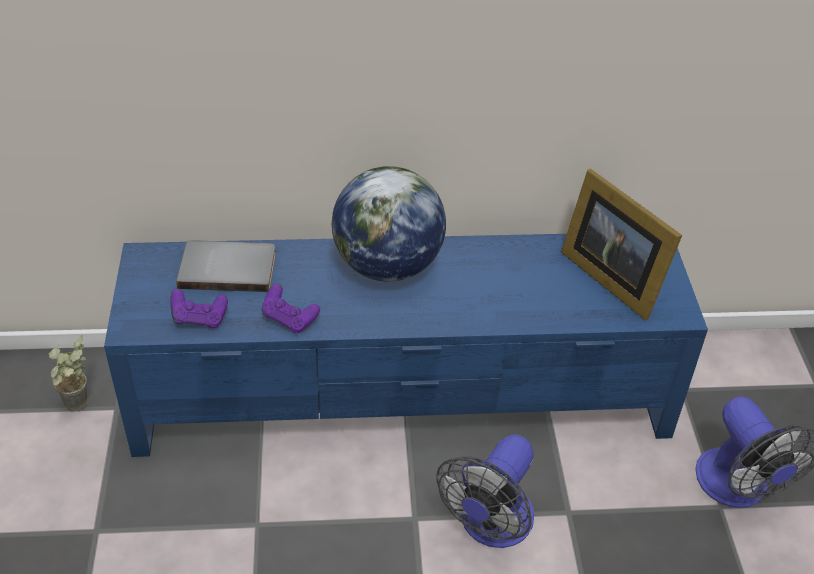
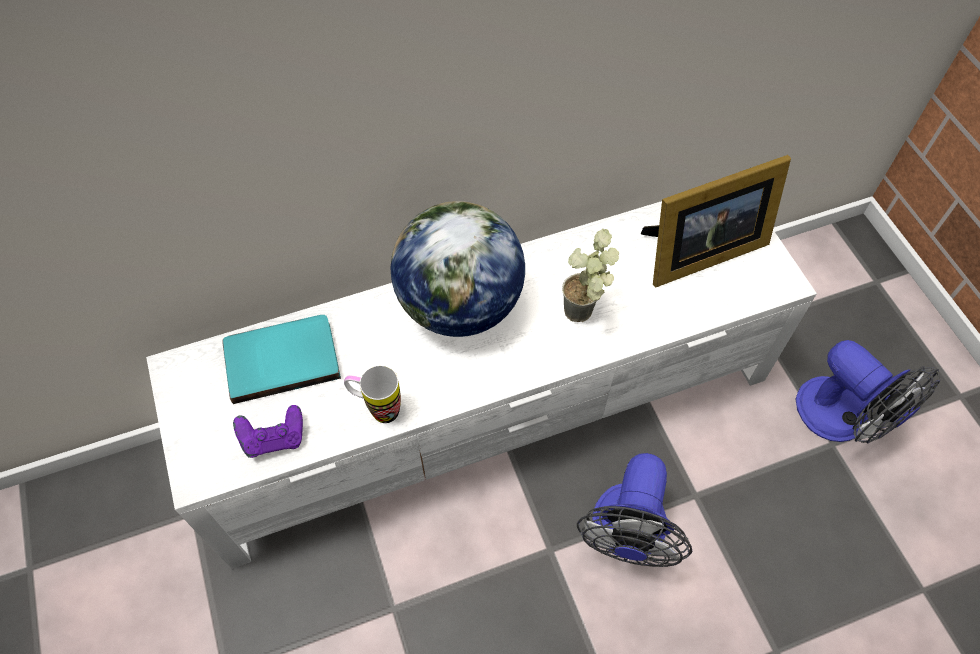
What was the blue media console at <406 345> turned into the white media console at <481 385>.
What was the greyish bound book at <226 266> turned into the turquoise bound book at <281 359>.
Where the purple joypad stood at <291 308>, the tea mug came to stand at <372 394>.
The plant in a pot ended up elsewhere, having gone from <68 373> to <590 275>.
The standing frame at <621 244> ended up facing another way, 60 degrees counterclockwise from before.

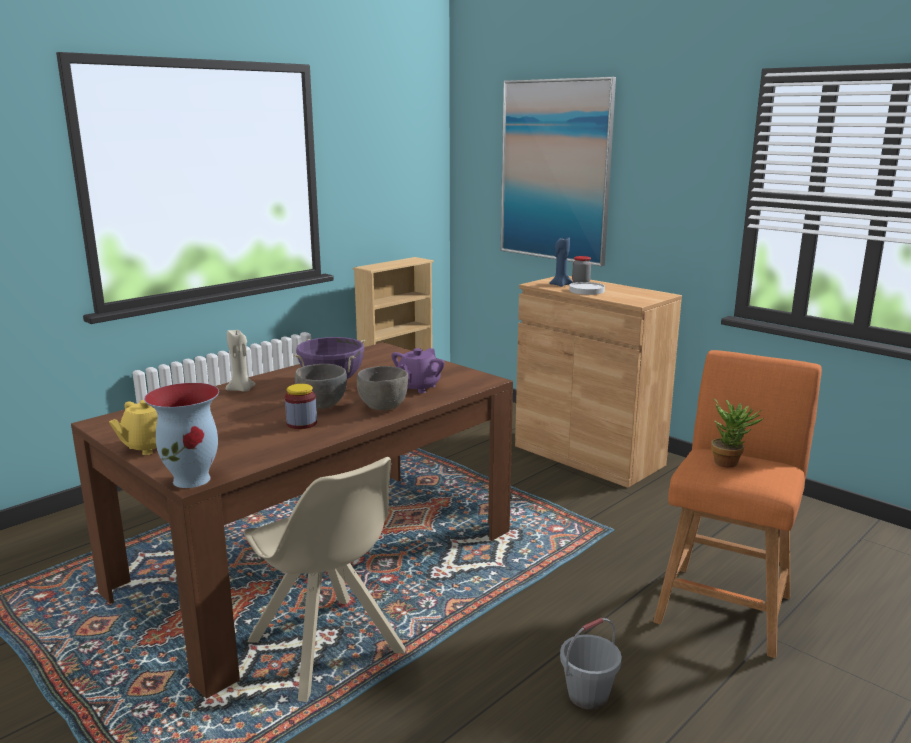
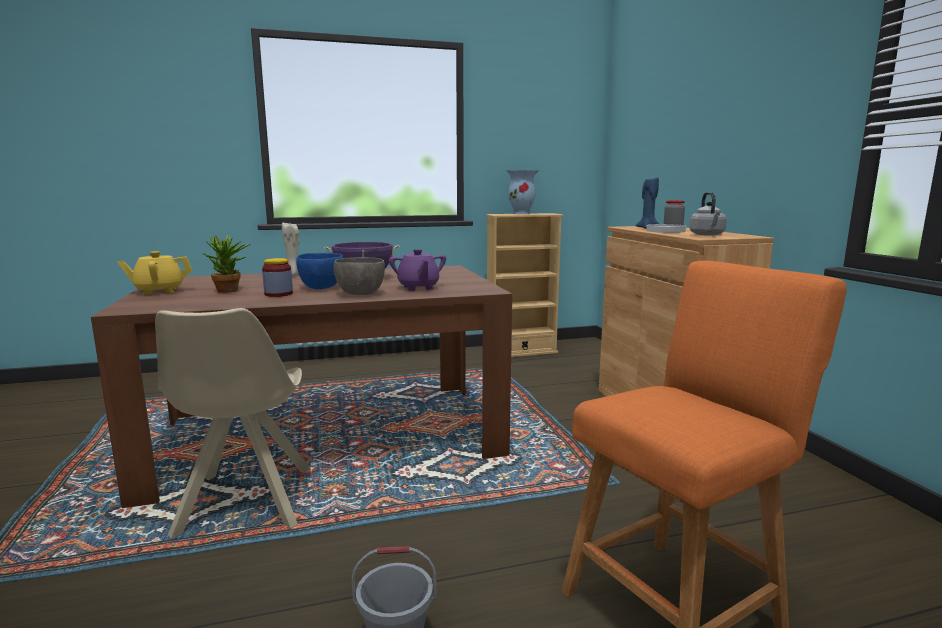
The plant in a pot ended up elsewhere, having gone from <737 433> to <227 264>.
What was the greyish serving bowl at <321 386> turned into the blue serving bowl at <319 271>.
The purple teapot at <418 370> ended up facing another way, 75 degrees counterclockwise from before.
The vase ended up elsewhere, having gone from <181 435> to <522 192>.
The second view gained the greyish tea kettle at <708 214>.
The second view lost the wall art at <558 171>.

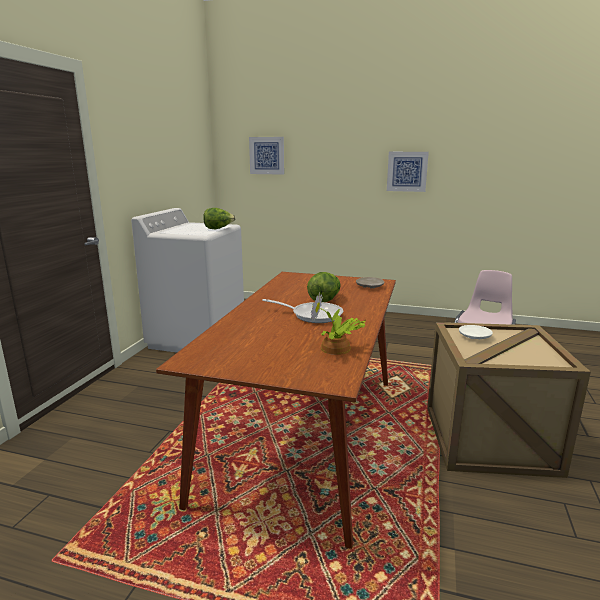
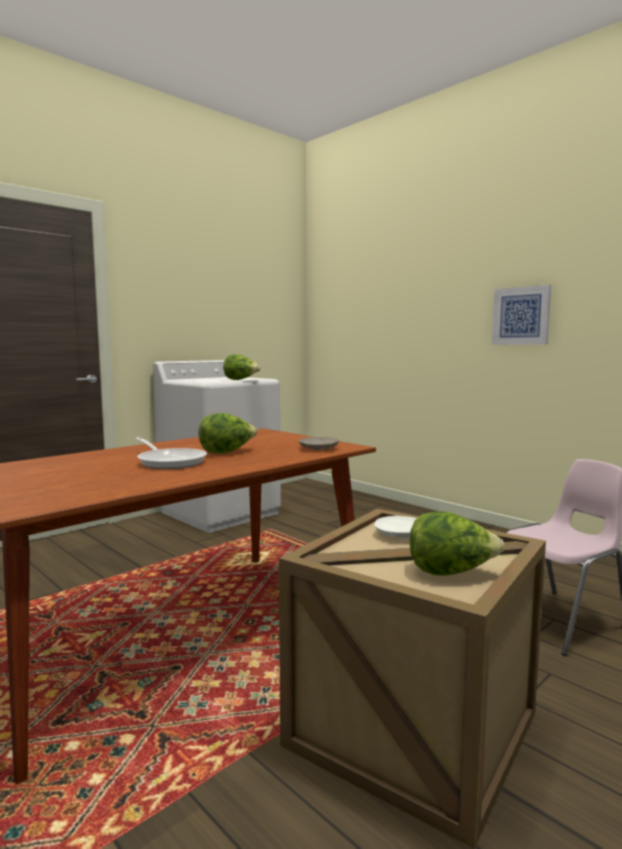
The second view gained the lettuce at <456 543>.
The second view lost the wall art at <266 156>.
The second view lost the plant in a pot at <338 323>.

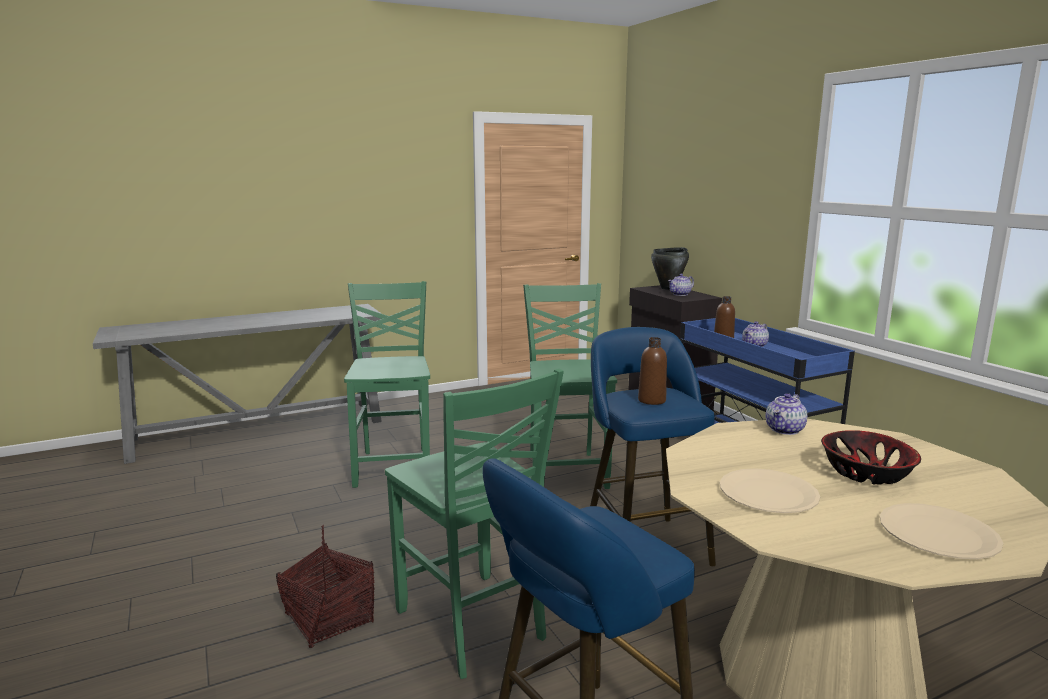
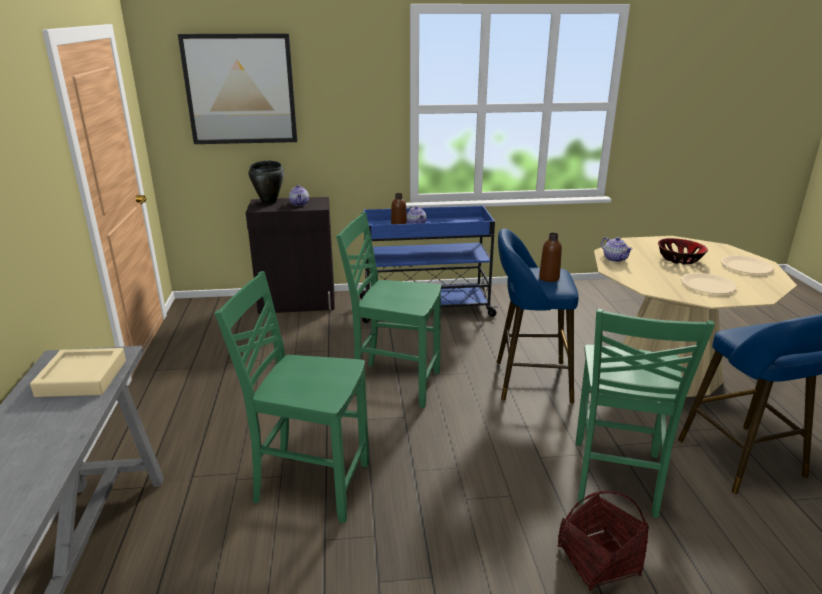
The second view gained the sand-coloured tray at <78 372>.
The second view gained the wall art at <237 88>.
The green chair at <474 523> ended up facing another way, 120 degrees clockwise from before.

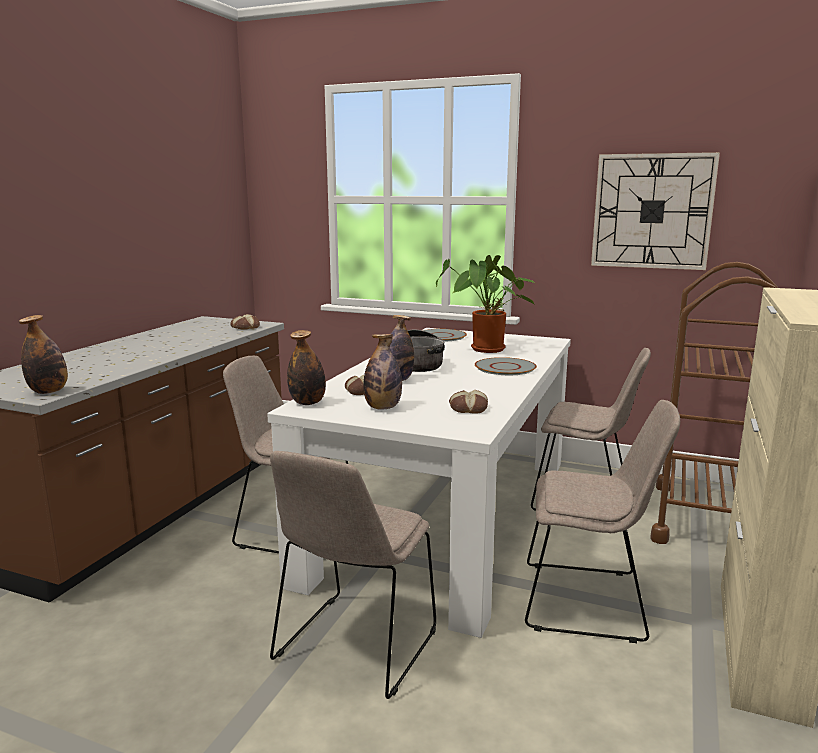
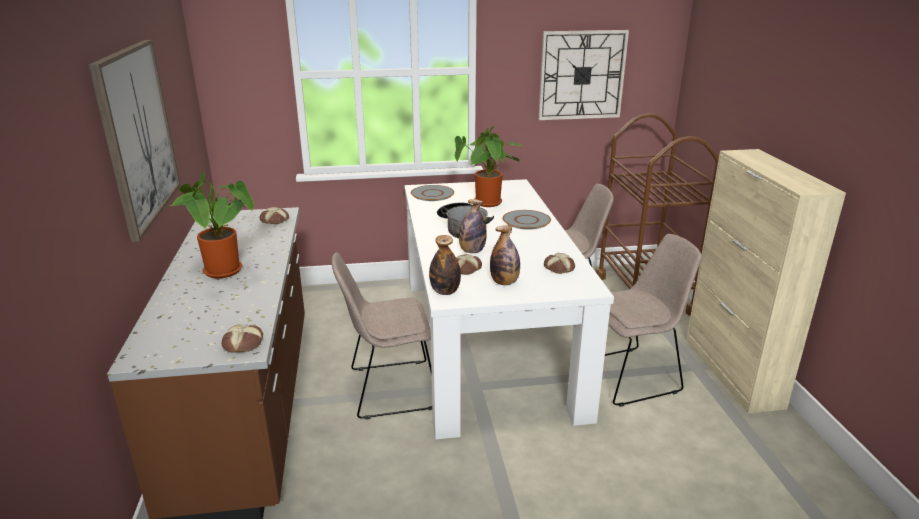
The second view gained the wall art at <135 141>.
The second view gained the plant in a pot at <212 224>.
Where the beverage bottle stood at <43 354>, the bakery bread came to stand at <242 338>.
The second view lost the sand-coloured chair at <353 575>.

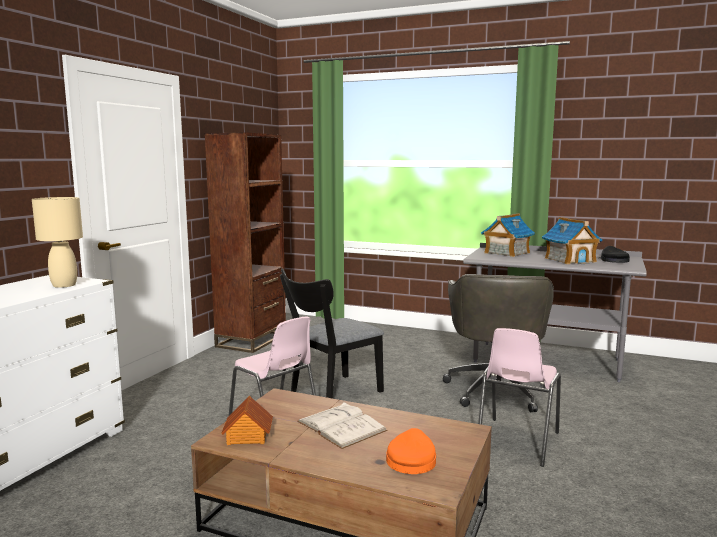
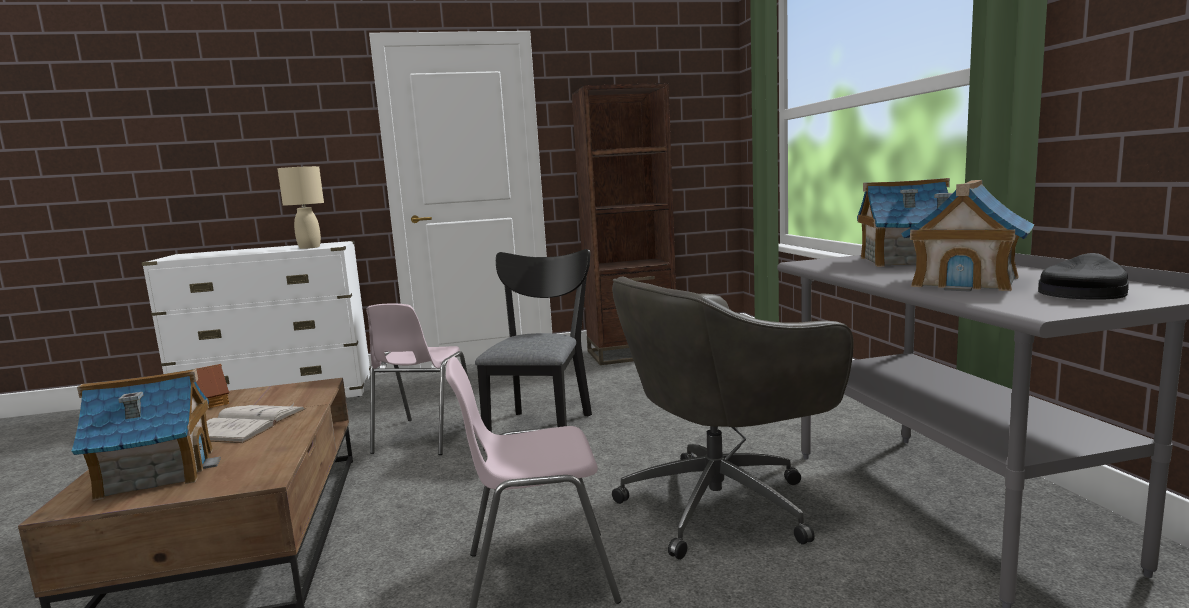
Where the orange-coloured baseball cap stood at <411 451>, the model house came to stand at <146 435>.
The black chair at <332 333> ended up facing another way, 90 degrees clockwise from before.

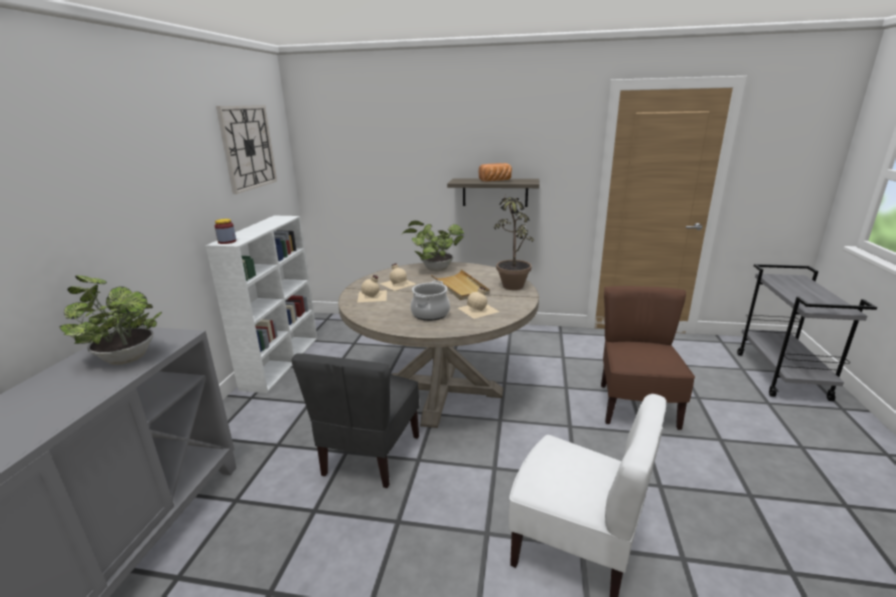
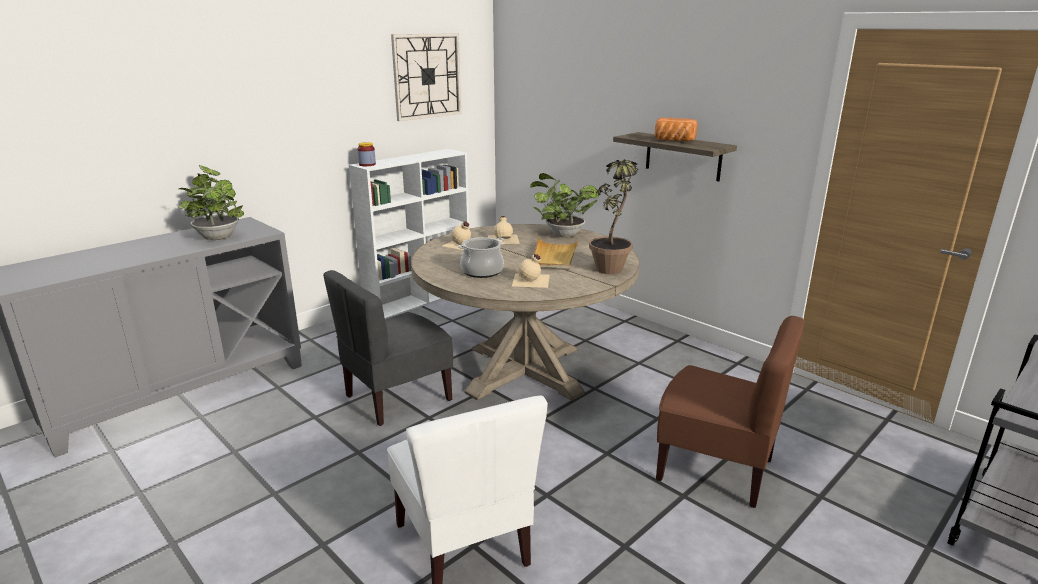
The brown-coloured chair at <648 358> ended up facing another way, 75 degrees clockwise from before.

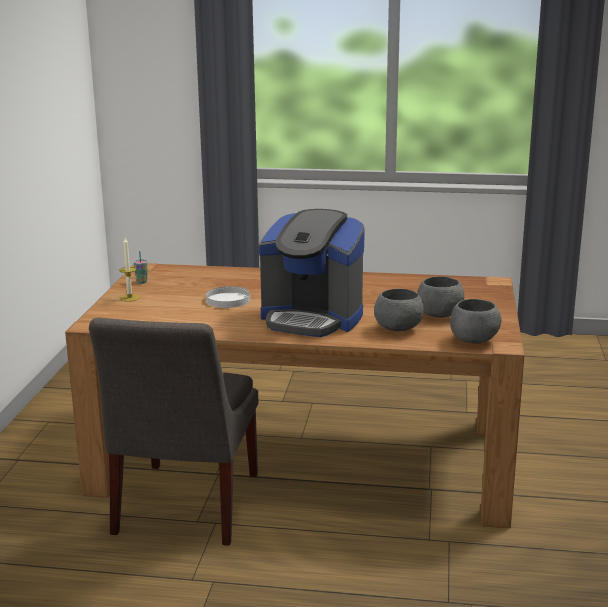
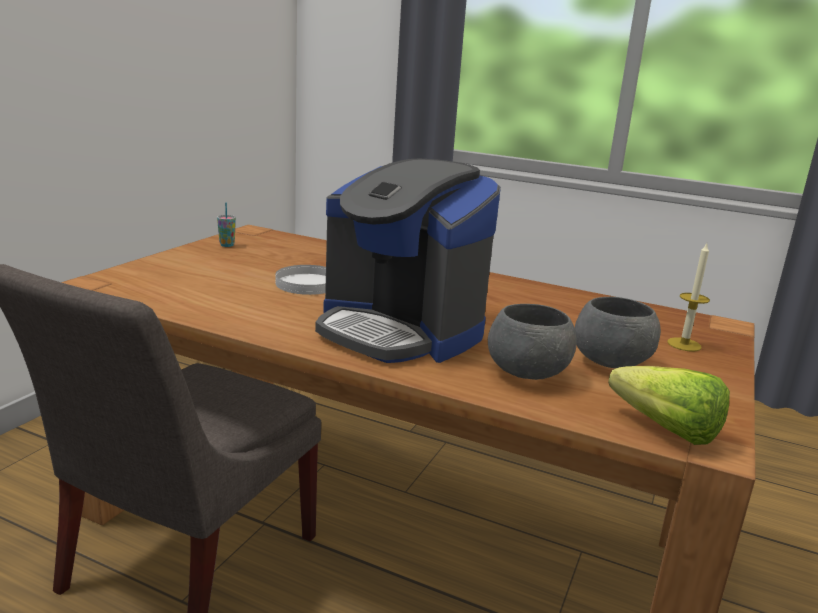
Where the greyish serving bowl stood at <476 321>, the lettuce came to stand at <669 405>.
The candle ended up elsewhere, having gone from <129 270> to <688 298>.

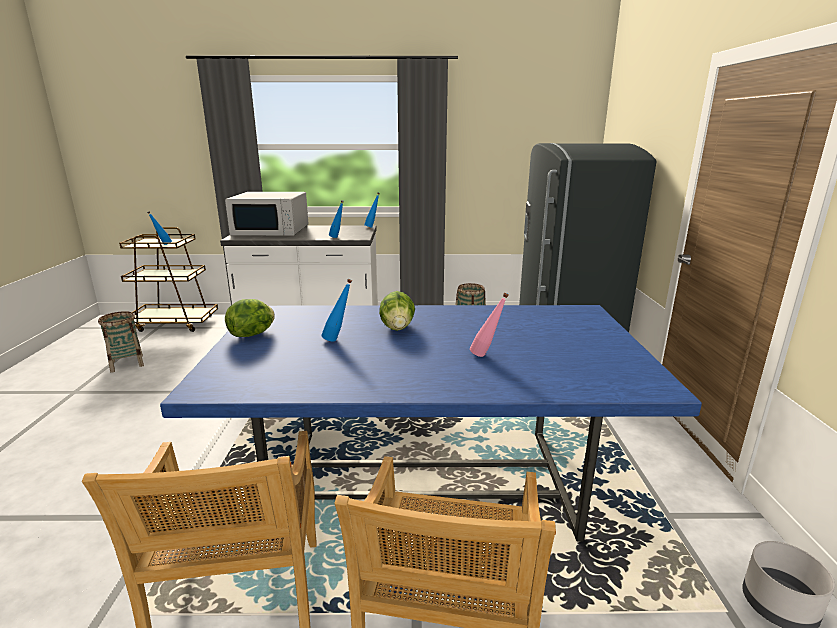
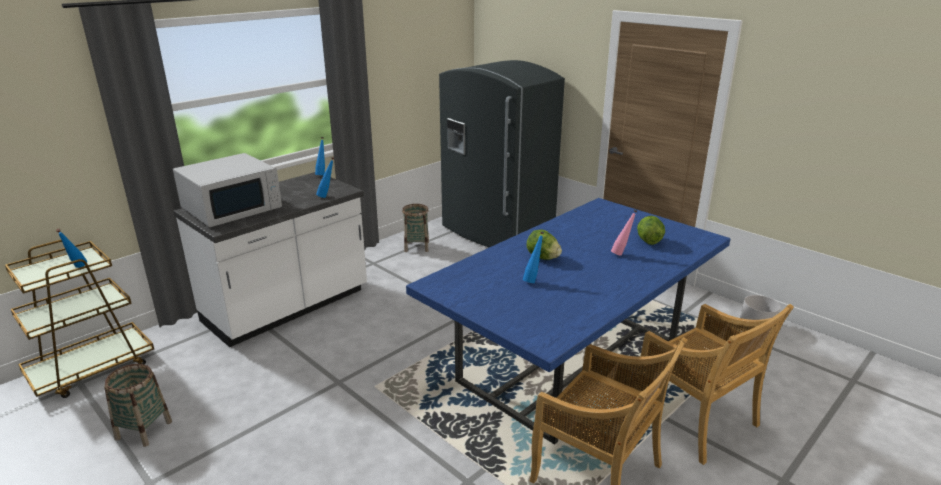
The lettuce ended up elsewhere, having gone from <250 318> to <651 230>.

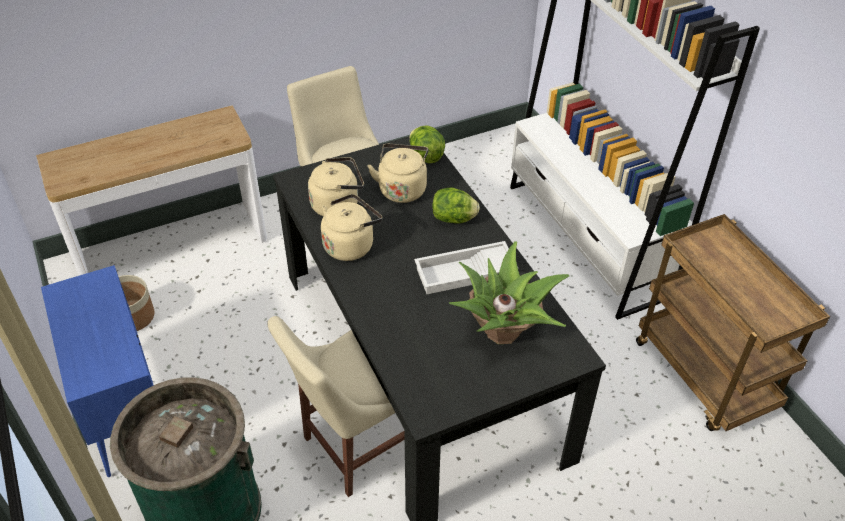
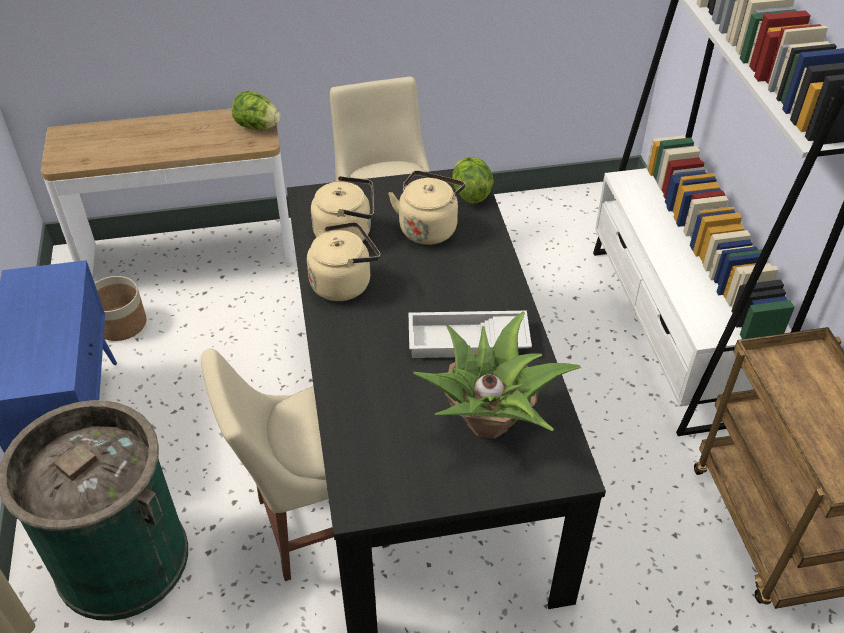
The lettuce ended up elsewhere, having gone from <456 205> to <256 111>.

